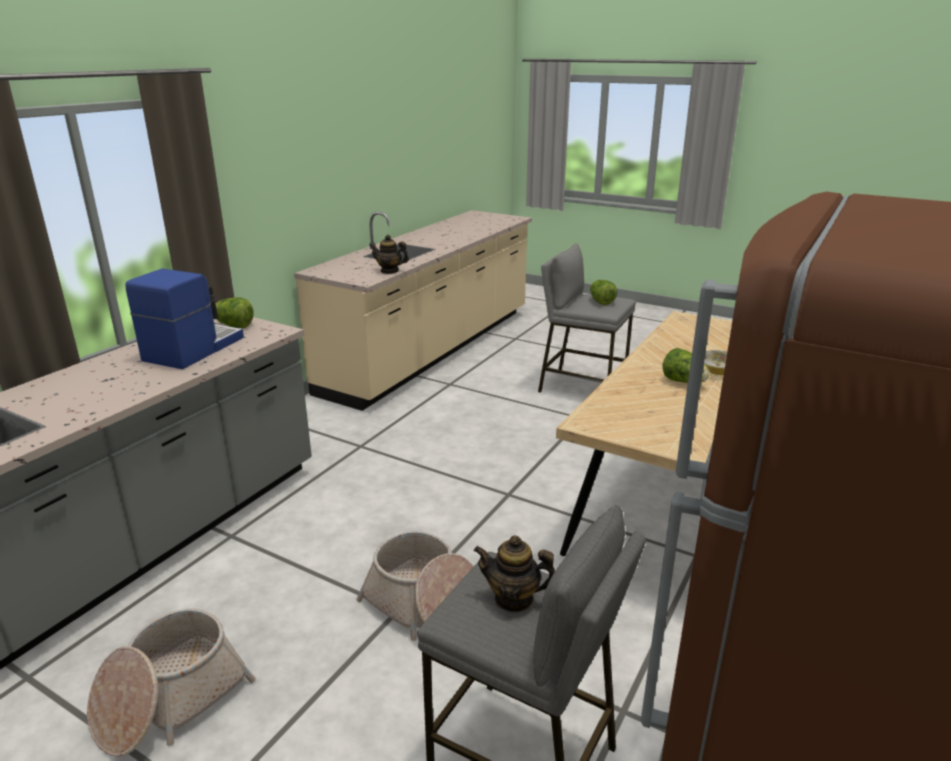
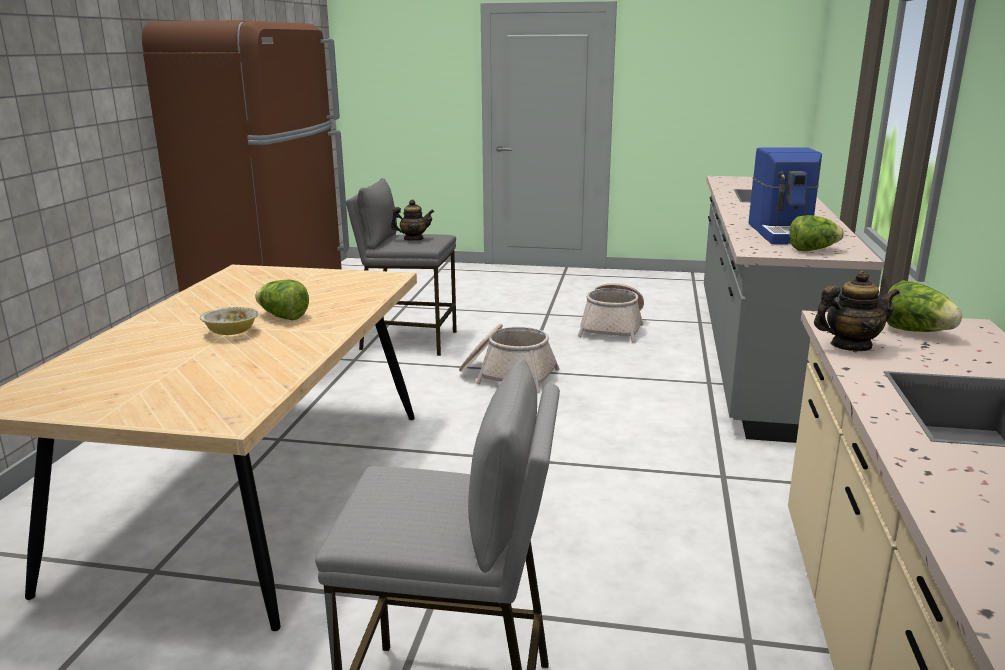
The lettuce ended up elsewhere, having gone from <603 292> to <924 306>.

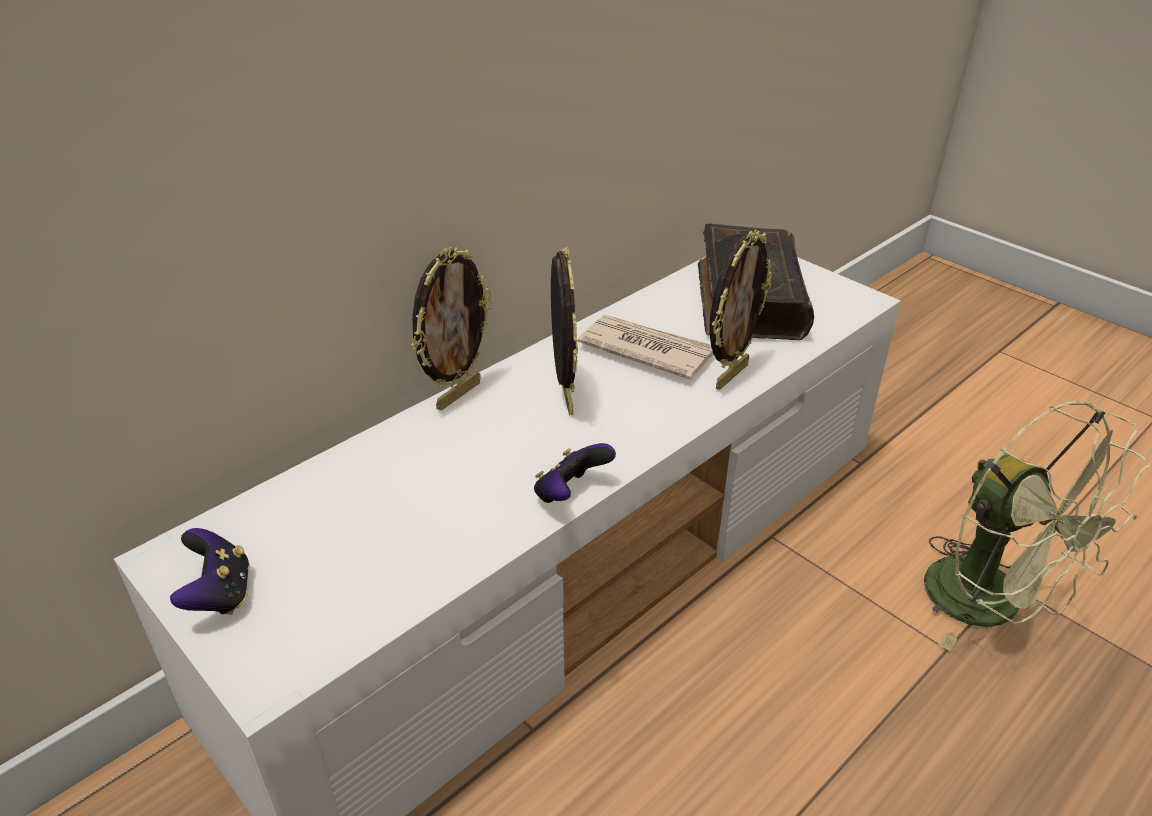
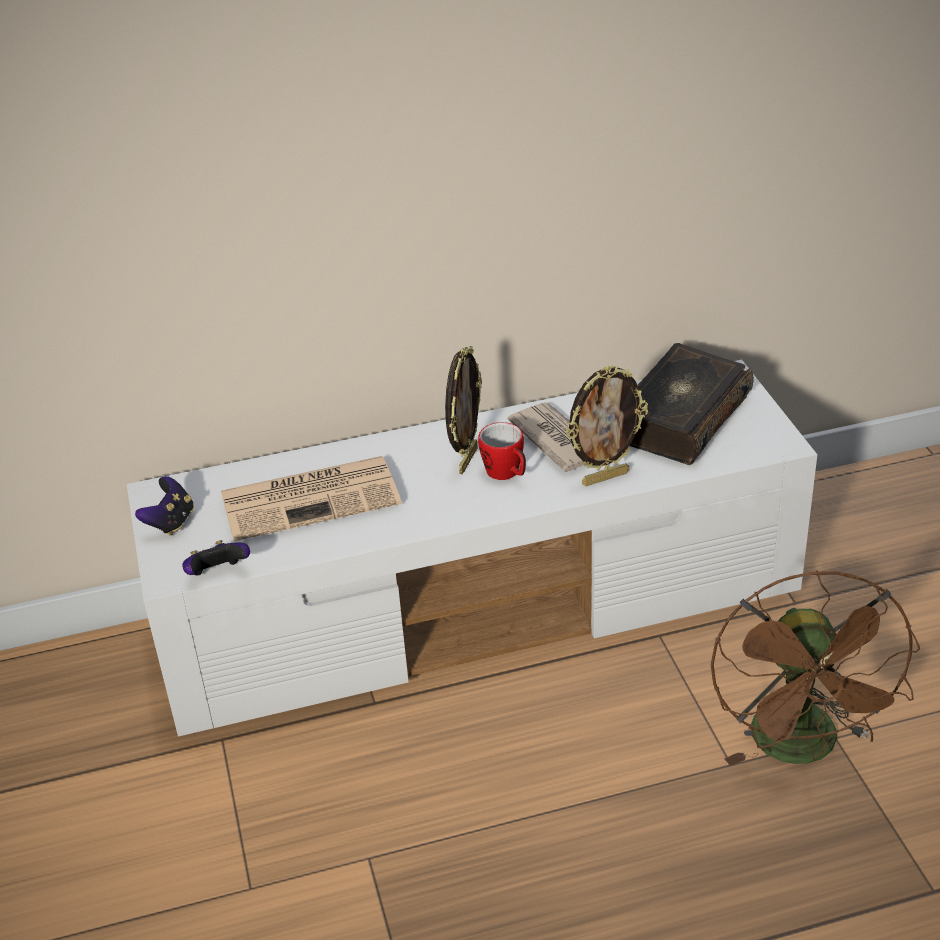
The joypad ended up elsewhere, having gone from <575 473> to <216 557>.
The second view gained the printed paper at <311 498>.
The second view gained the tea mug at <502 451>.
What was the green cooling fan at <1037 526> turned into the brown-coloured cooling fan at <815 668>.
The second view lost the standing frame at <452 328>.

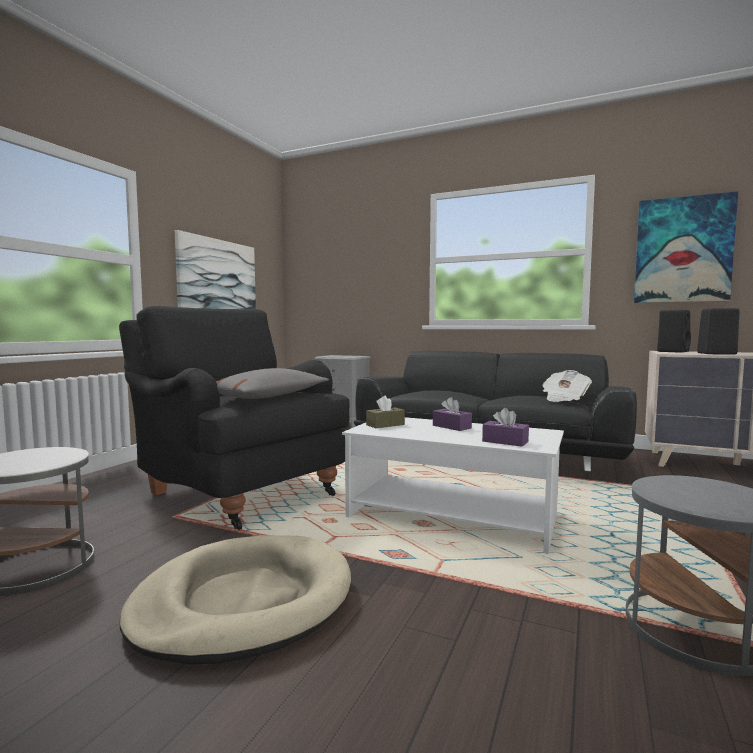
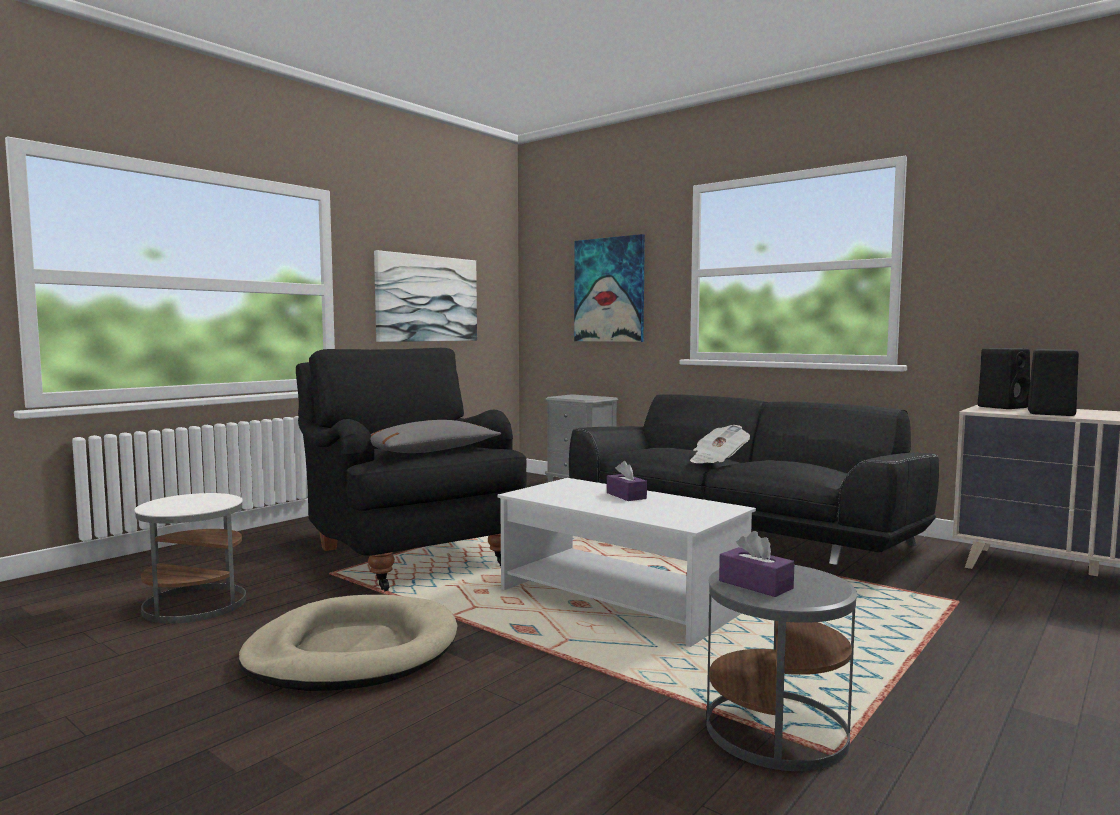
The wall art ended up elsewhere, having gone from <686 247> to <609 288>.
The printed paper ended up elsewhere, having gone from <567 386> to <720 444>.
The purple box of tissues ended up elsewhere, having gone from <505 427> to <756 564>.
The second view lost the brown-coloured box of tissues at <385 411>.

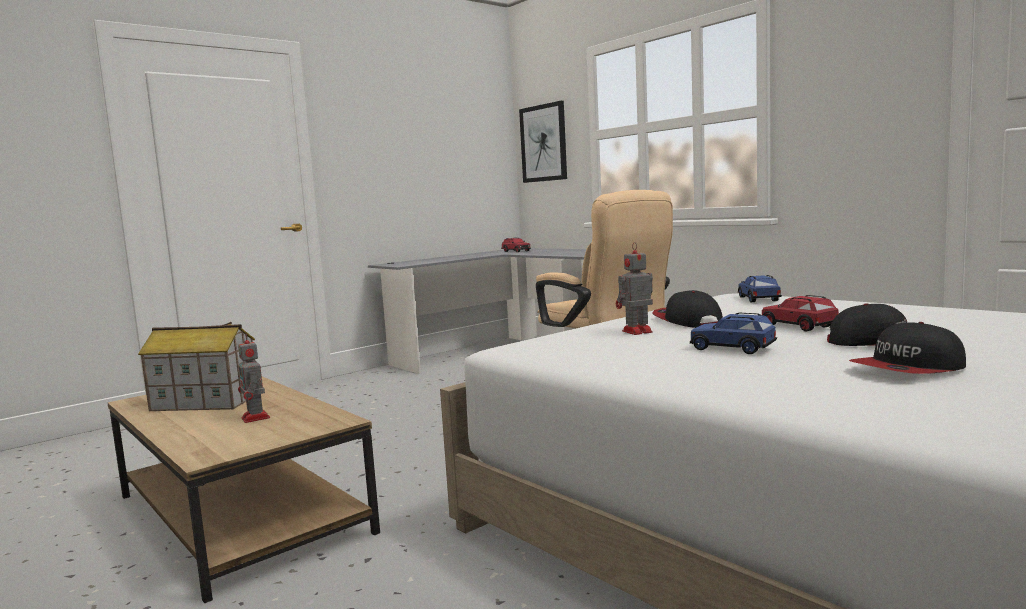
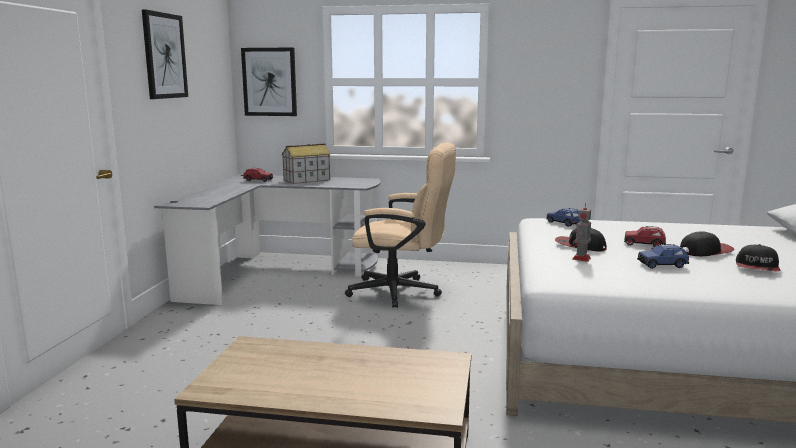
The second view gained the wall art at <165 54>.
The model house ended up elsewhere, having gone from <196 366> to <306 163>.
The second view lost the model robot at <254 378>.

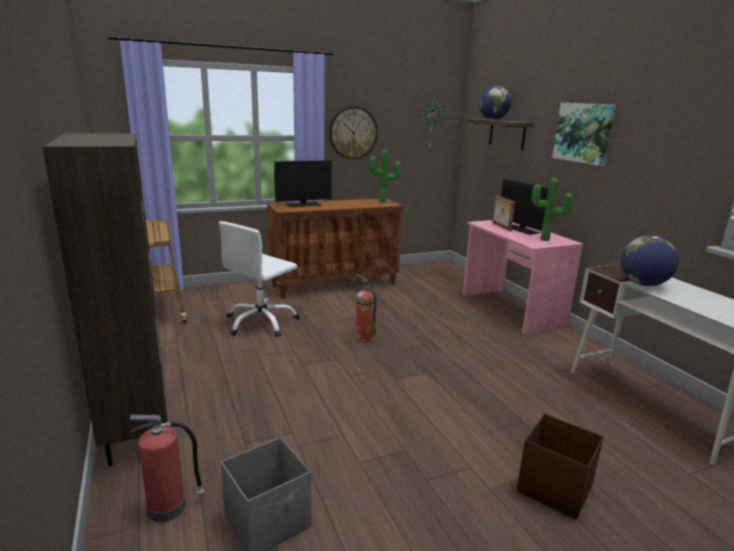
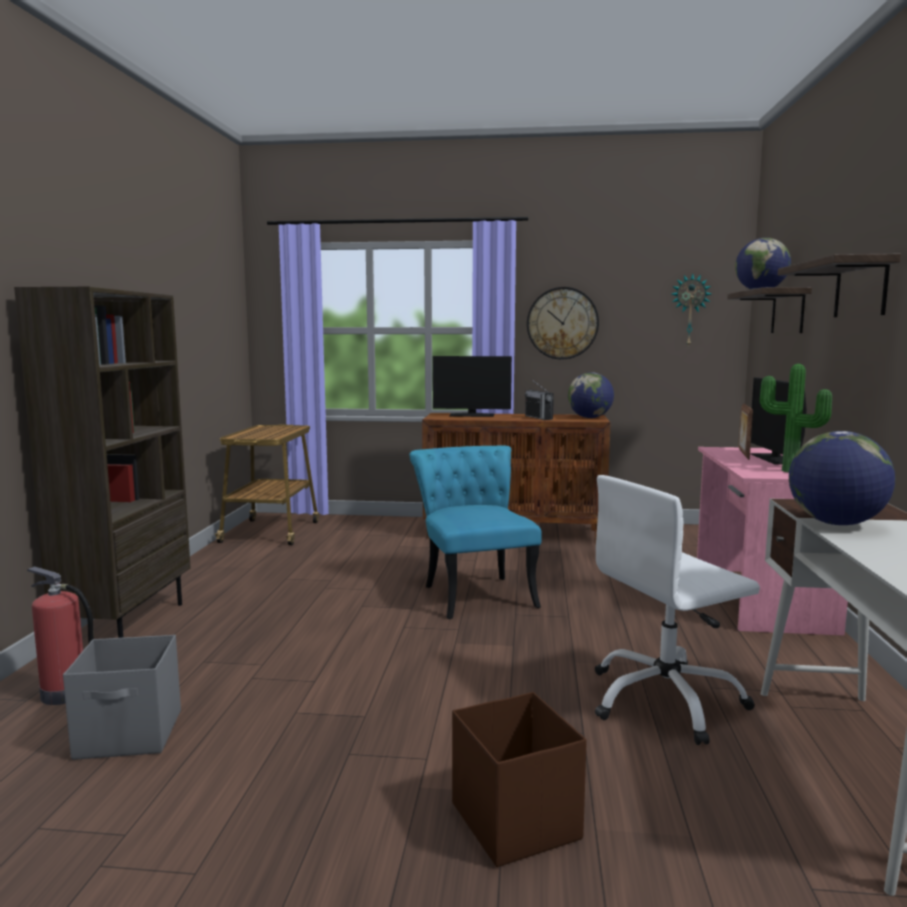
Where the fire extinguisher stood at <364 308>, the turquoise chair came to stand at <475 532>.
The second view gained the radio at <539 399>.
Where the plant in a pot stood at <385 176>, the desk globe came to stand at <591 395>.
The white computer chair ended up elsewhere, having gone from <259 279> to <677 610>.
Where the wall art hung at <584 134>, the bracket shelf came to hang at <839 285>.

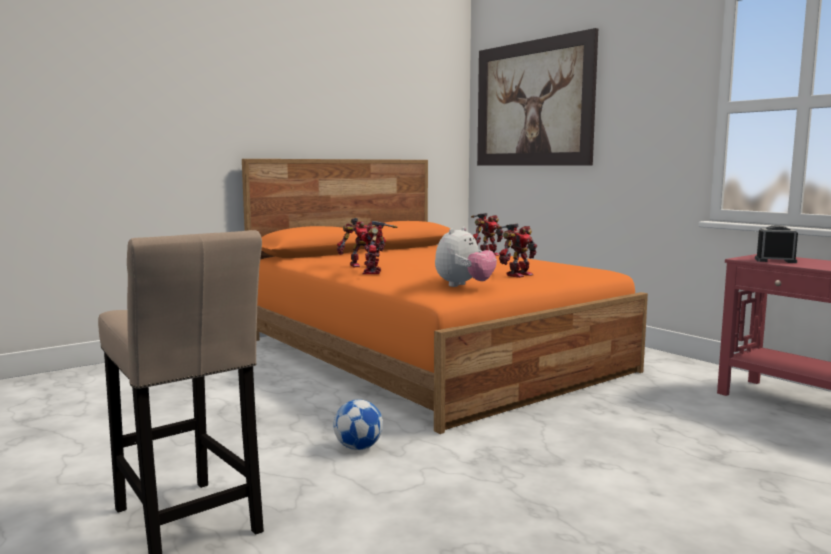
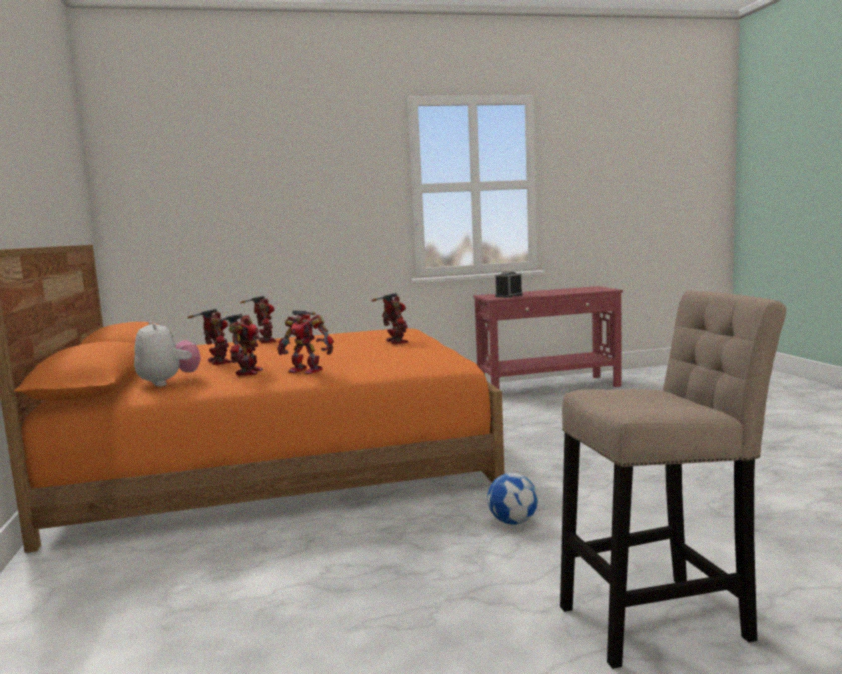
The plush toy ended up elsewhere, having gone from <466 257> to <167 354>.
The second view gained the model robot at <210 336>.
The second view lost the wall art at <537 96>.

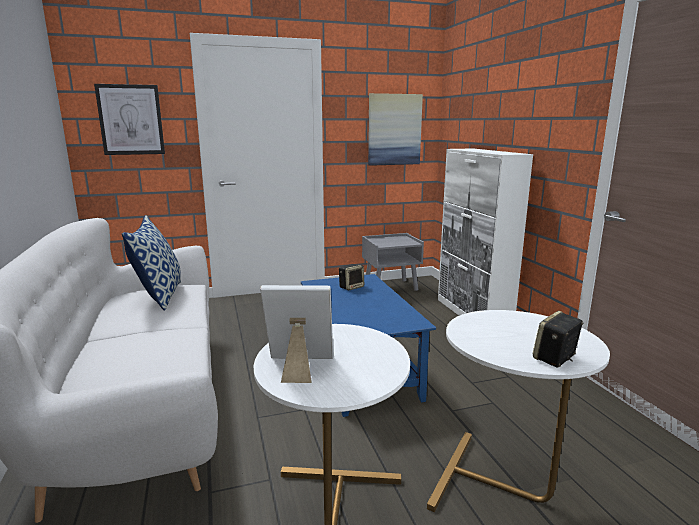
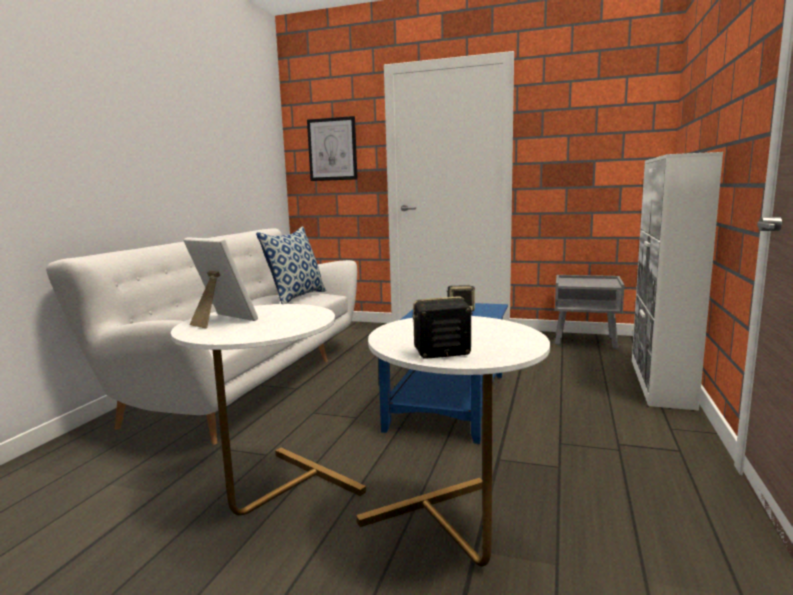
The second view lost the wall art at <395 129>.

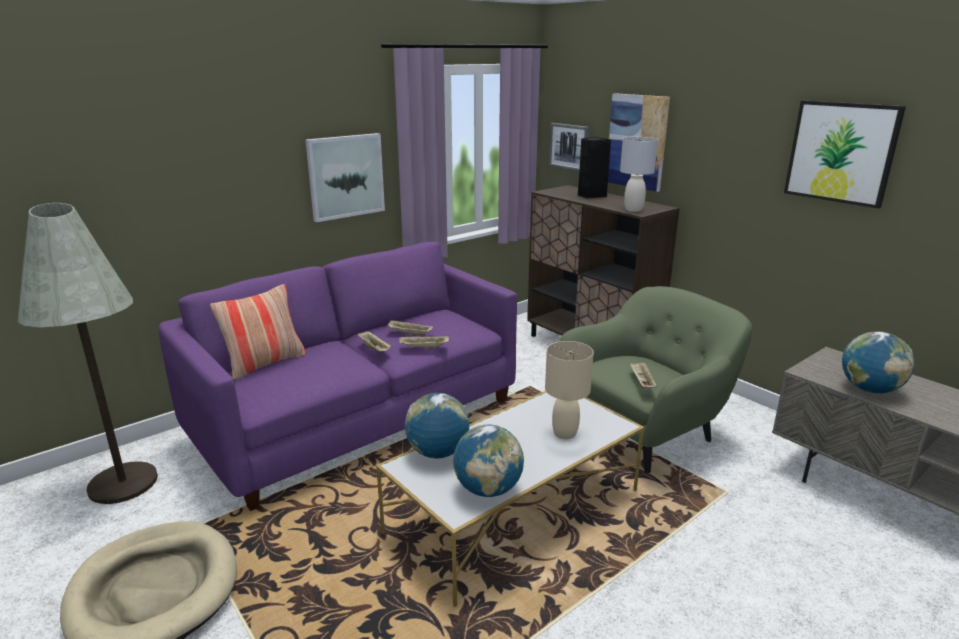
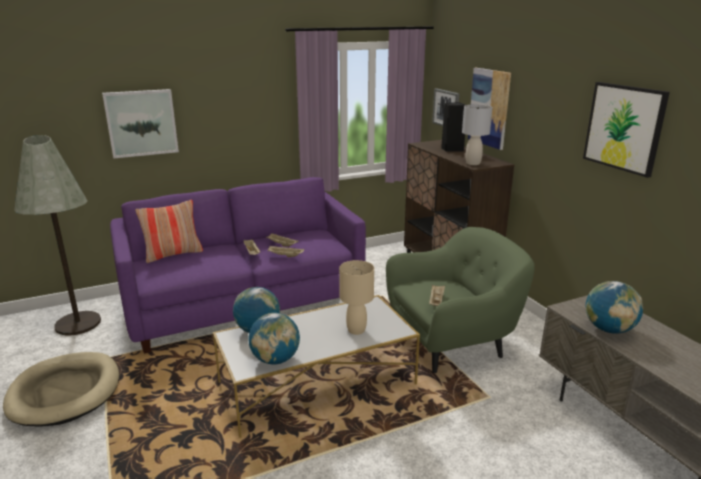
The wall art ended up elsewhere, having gone from <345 177> to <140 124>.

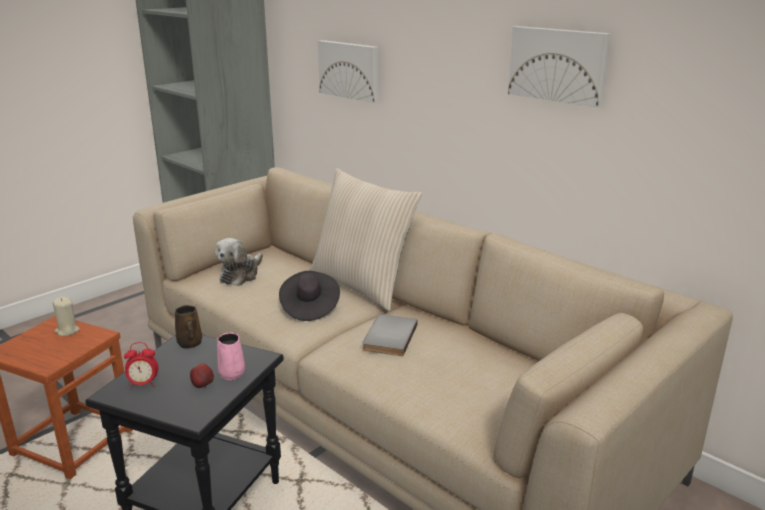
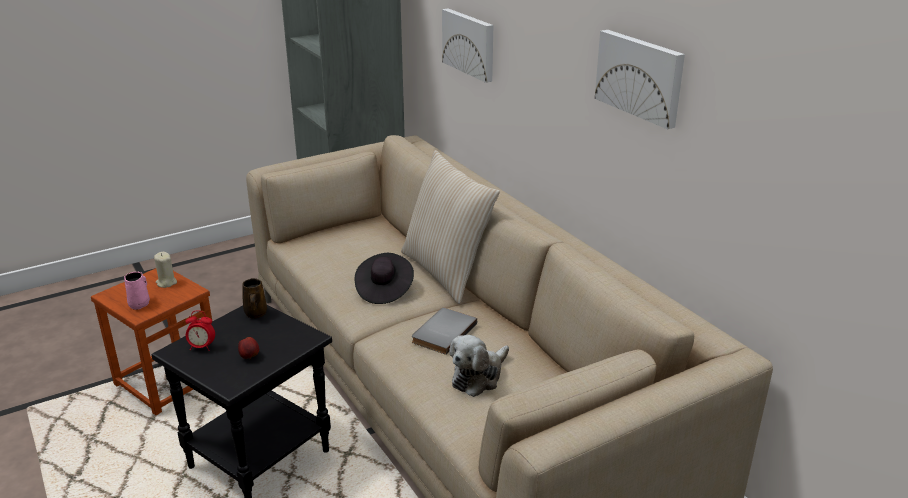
The pink-coloured tea mug ended up elsewhere, having gone from <231 356> to <137 290>.
The plush toy ended up elsewhere, having gone from <239 262> to <479 366>.

